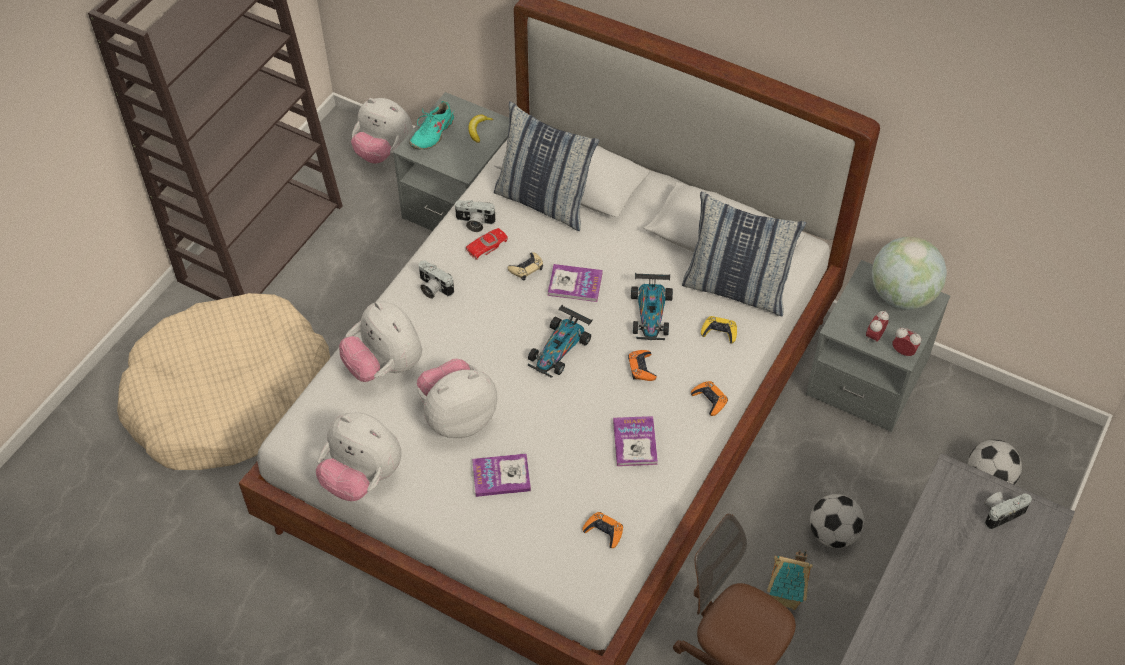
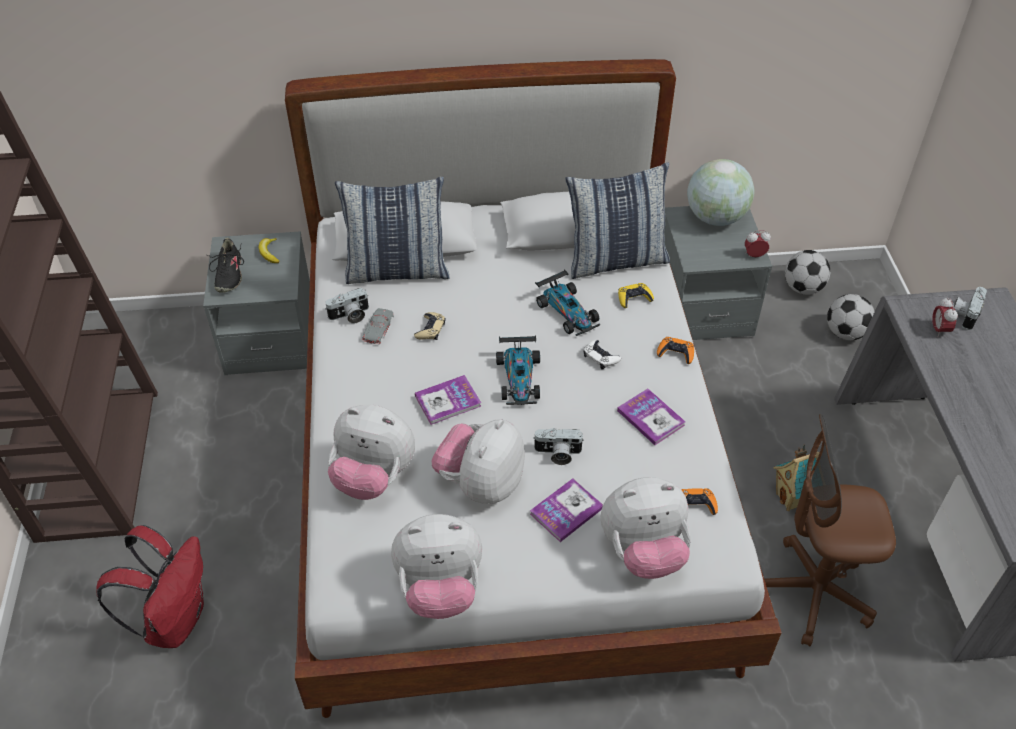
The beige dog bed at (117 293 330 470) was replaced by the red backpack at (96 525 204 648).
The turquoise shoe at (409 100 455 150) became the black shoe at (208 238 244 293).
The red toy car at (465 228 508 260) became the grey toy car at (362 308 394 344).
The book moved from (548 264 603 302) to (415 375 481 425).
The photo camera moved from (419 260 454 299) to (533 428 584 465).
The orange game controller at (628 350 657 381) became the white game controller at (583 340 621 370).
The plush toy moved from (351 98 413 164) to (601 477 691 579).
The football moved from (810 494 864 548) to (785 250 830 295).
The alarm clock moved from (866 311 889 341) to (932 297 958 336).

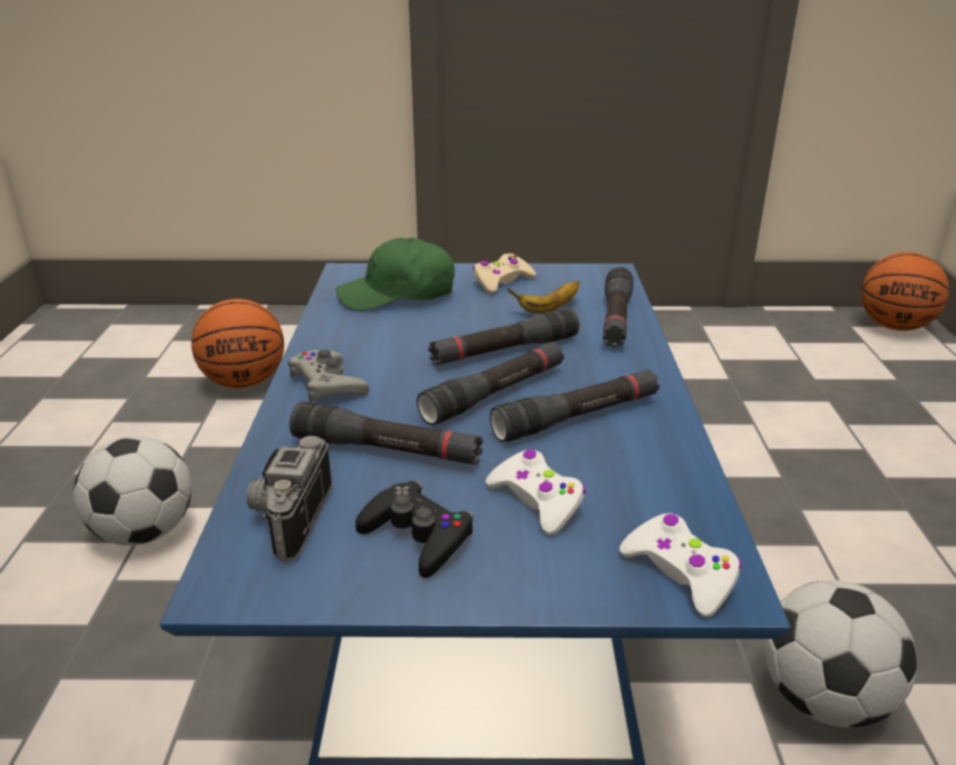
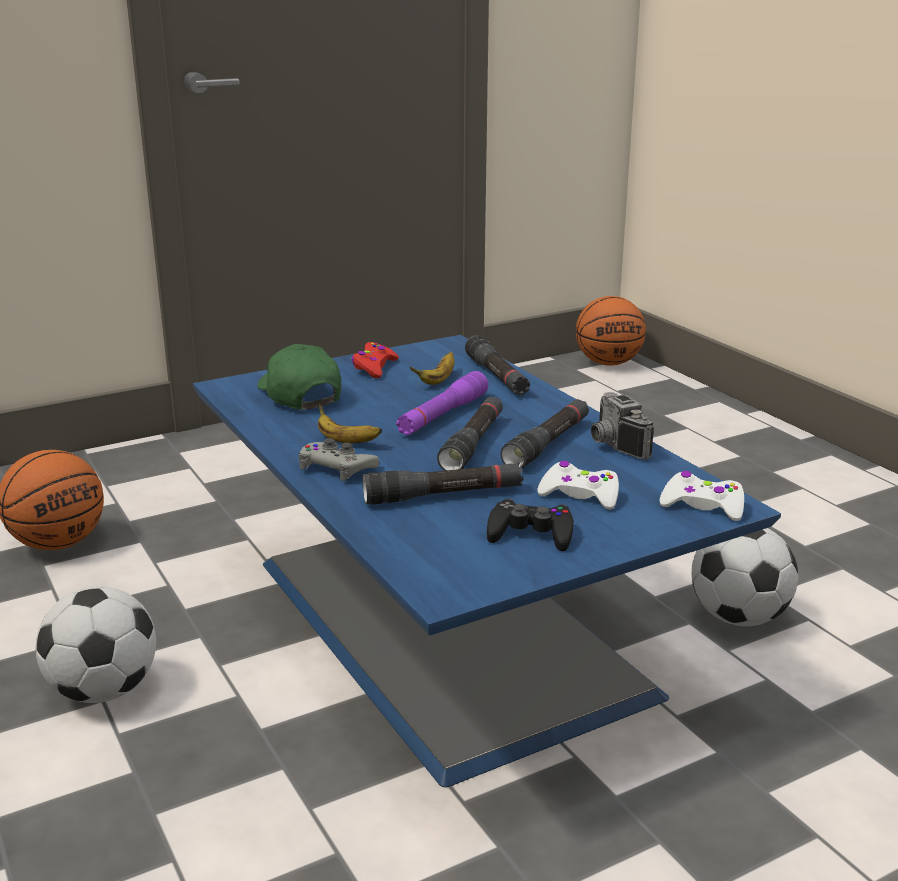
The green cap at (336 238 455 311) turned 105 degrees clockwise.
The banana at (318 404 382 444) appeared.
The beige game controller at (473 253 536 294) became the red game controller at (351 342 399 378).
The black flashlight at (428 308 579 365) became the purple flashlight at (396 371 488 435).
The photo camera moved from (246 436 333 561) to (591 392 654 460).

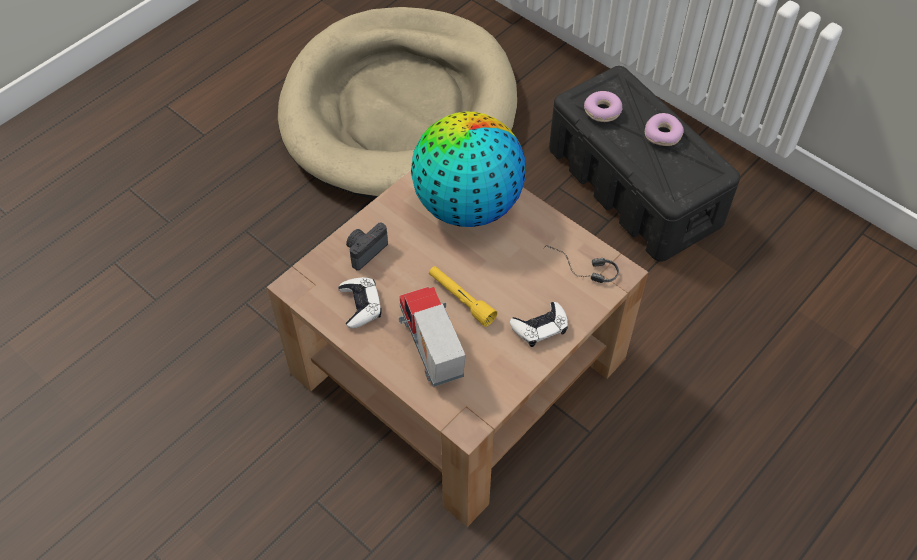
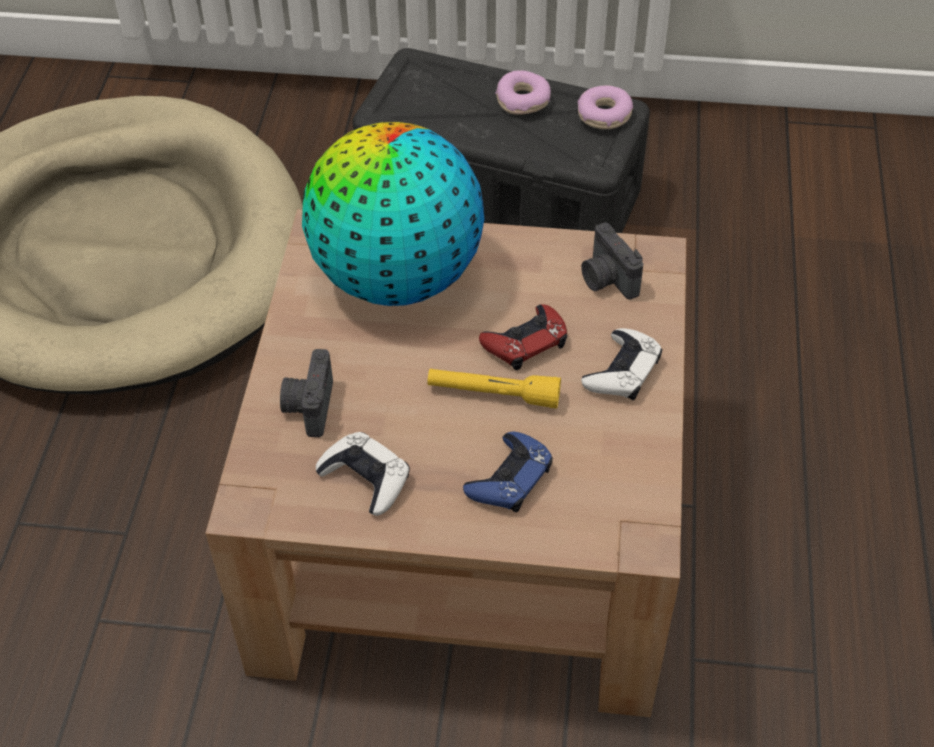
The toy truck at (399 287 466 387) was replaced by the blue game controller at (463 432 553 512).
The red game controller at (479 304 567 370) appeared.
The donut moved from (584 91 622 122) to (577 85 633 129).
The headphones at (543 245 619 283) was replaced by the photo camera at (581 223 643 300).

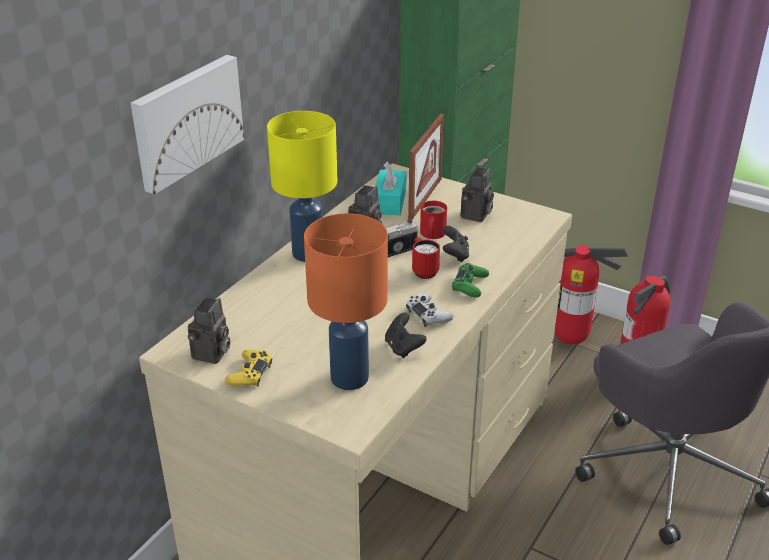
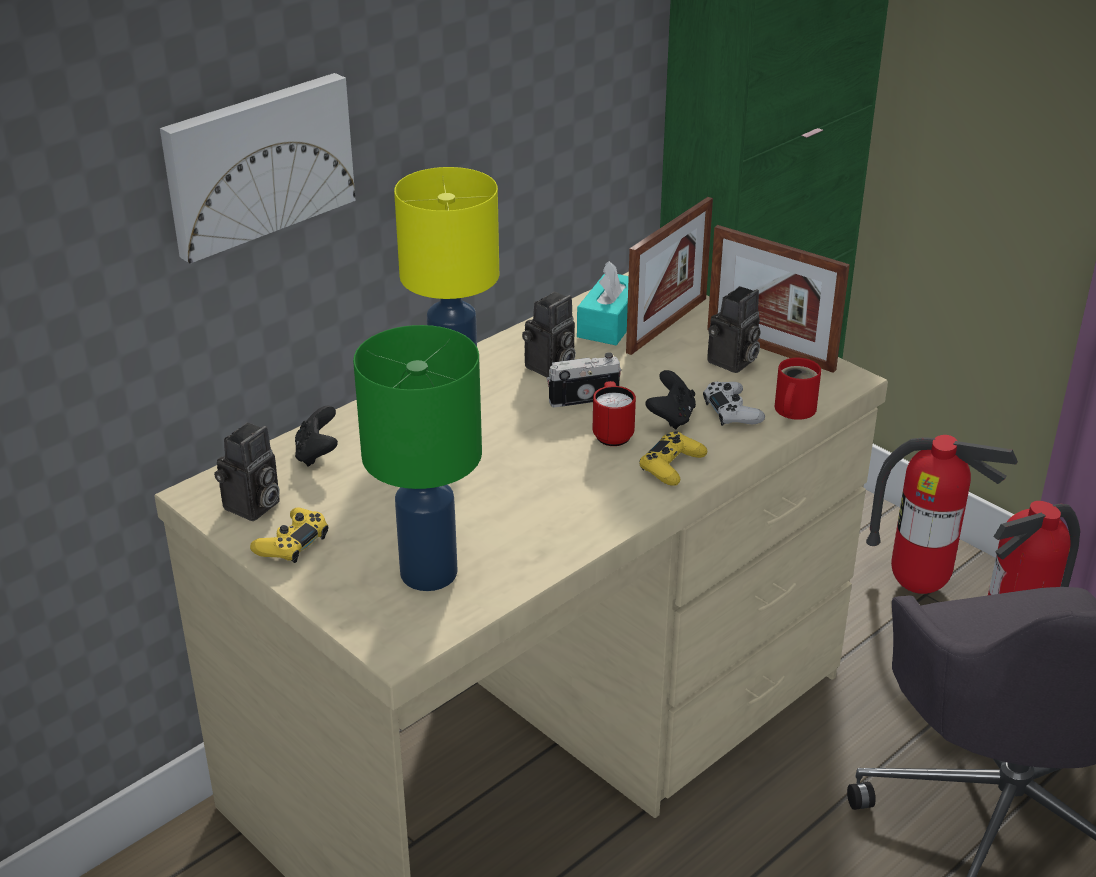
The black game controller moved from (385 313 427 358) to (295 406 338 467).
The orange table lamp at (304 213 388 390) became the green table lamp at (353 325 482 591).
The green game controller at (452 263 489 297) became the yellow game controller at (639 431 708 486).
The white game controller moved from (406 293 454 327) to (703 382 765 426).
The picture frame at (707 225 850 373) appeared.
The red mug moved from (420 201 447 239) to (775 358 821 420).

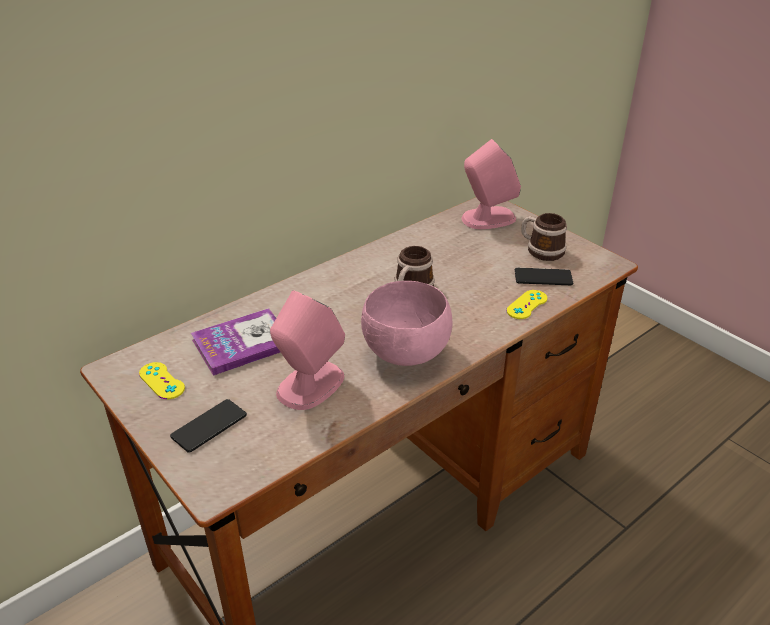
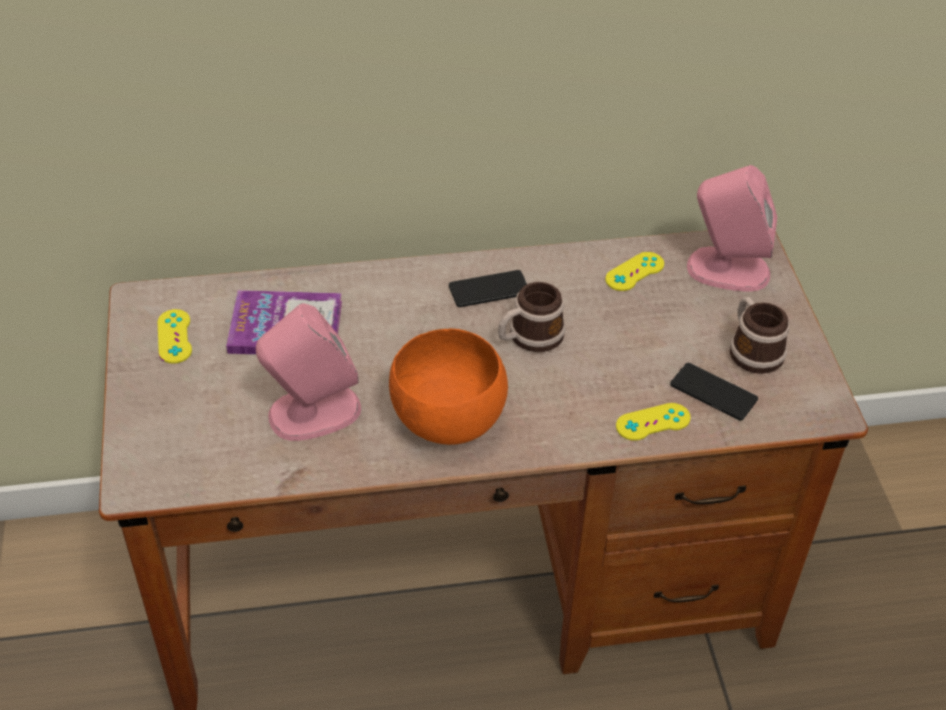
The pink bowl at (361 281 452 366) became the orange bowl at (389 329 508 445).
The phone moved from (170 399 247 453) to (449 270 527 307).
The yellow game controller at (605 252 664 291) appeared.

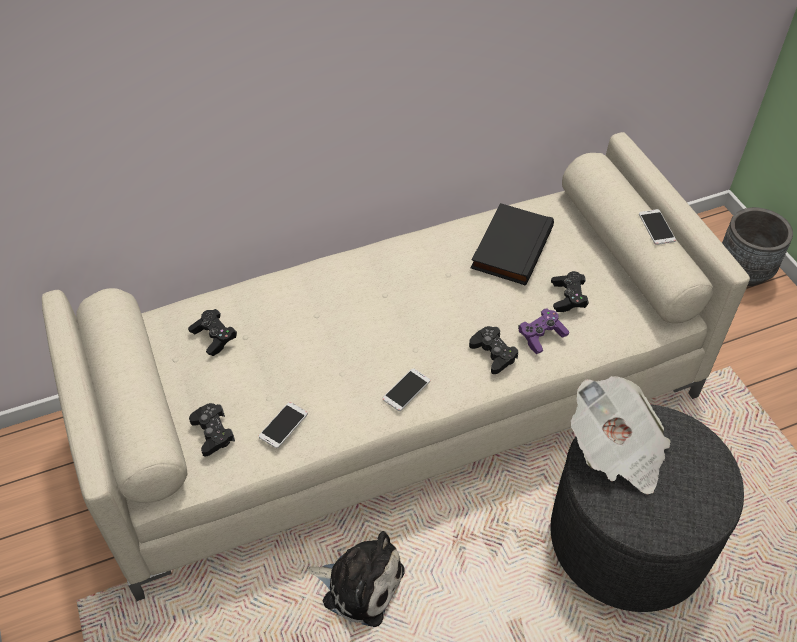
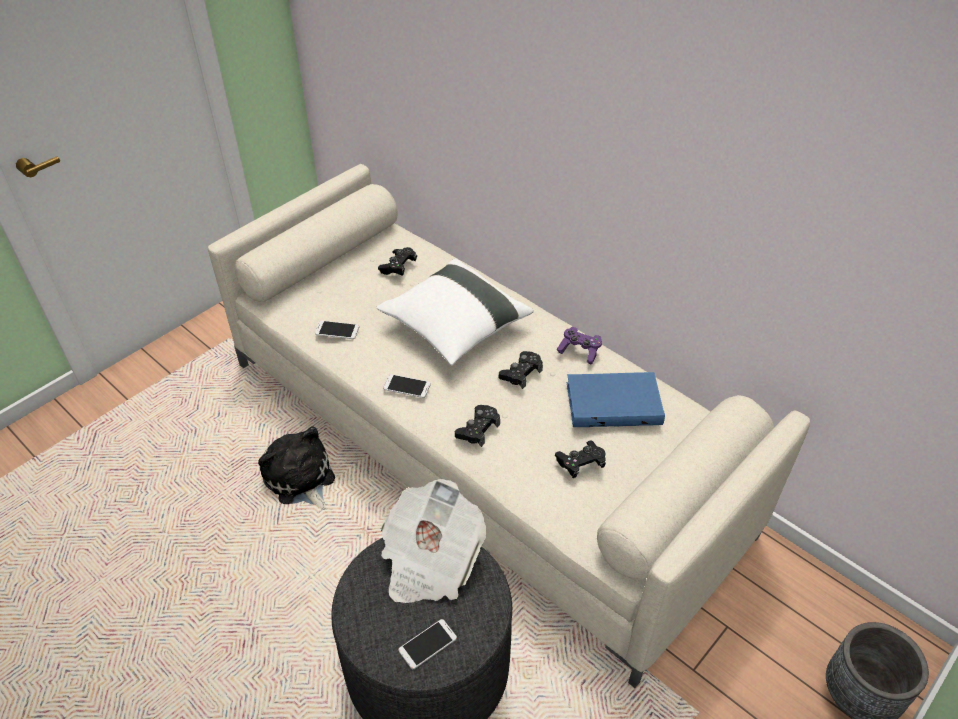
The plush toy at (307 531 405 627) turned 150 degrees clockwise.
The white pillow at (376 258 534 365) appeared.
The phone moved from (639 209 676 245) to (398 619 457 669).
The black game controller moved from (189 403 235 457) to (499 351 543 389).
The purple game controller moved from (518 308 569 354) to (557 327 602 365).
The black book at (471 203 554 285) became the blue book at (567 372 665 427).

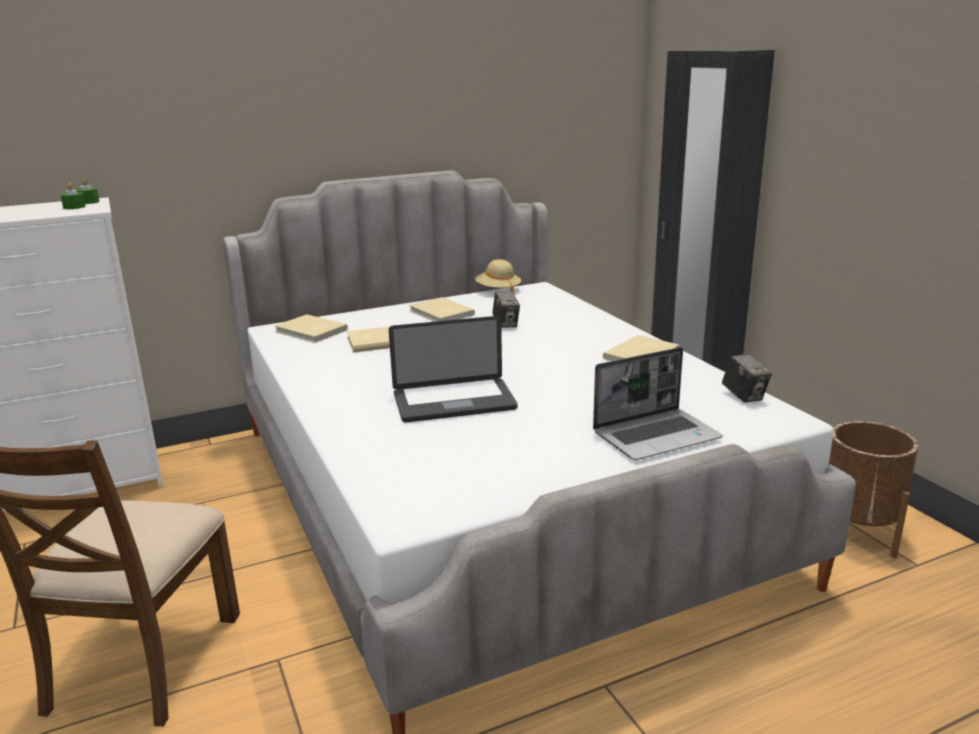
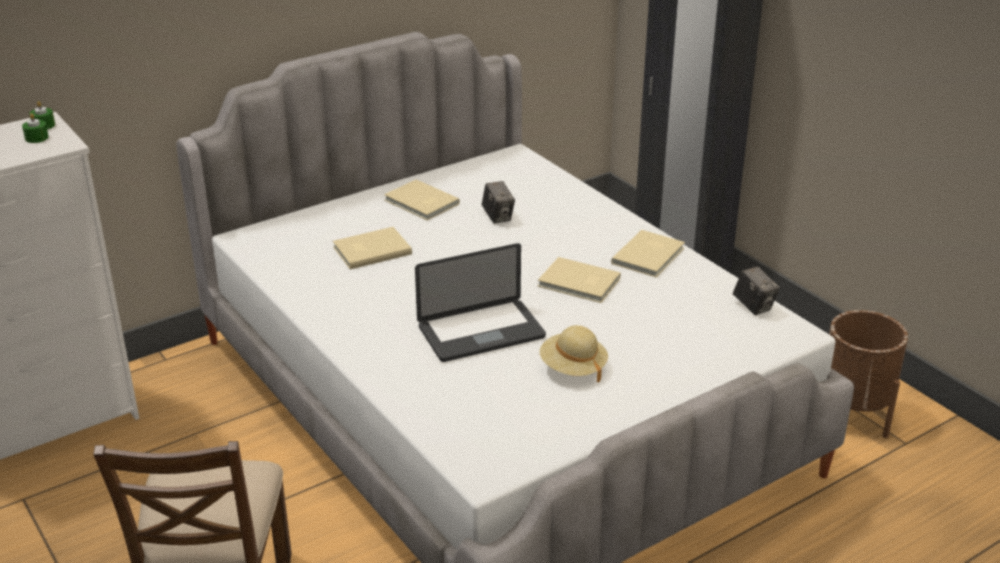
The beige book moved from (275 314 348 343) to (538 257 621 303).
The beige hat moved from (475 259 521 293) to (540 325 608 382).
The laptop at (593 347 723 460) disappeared.

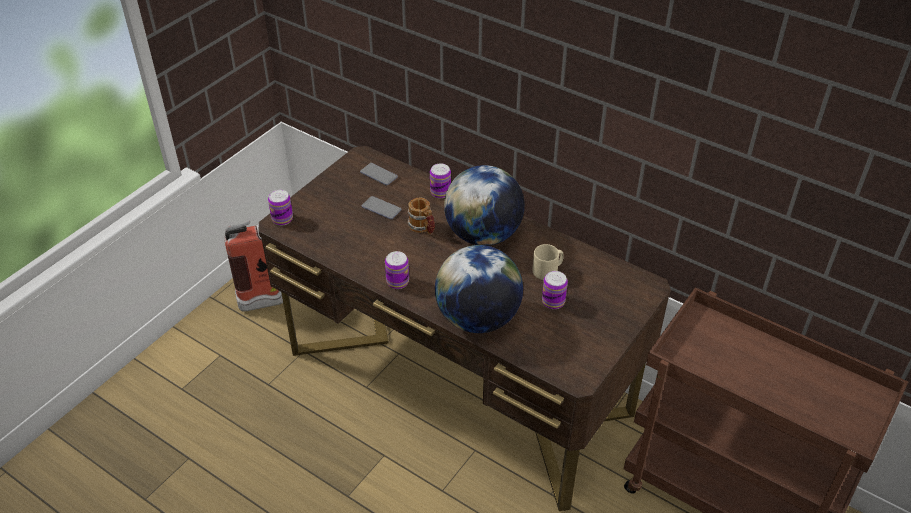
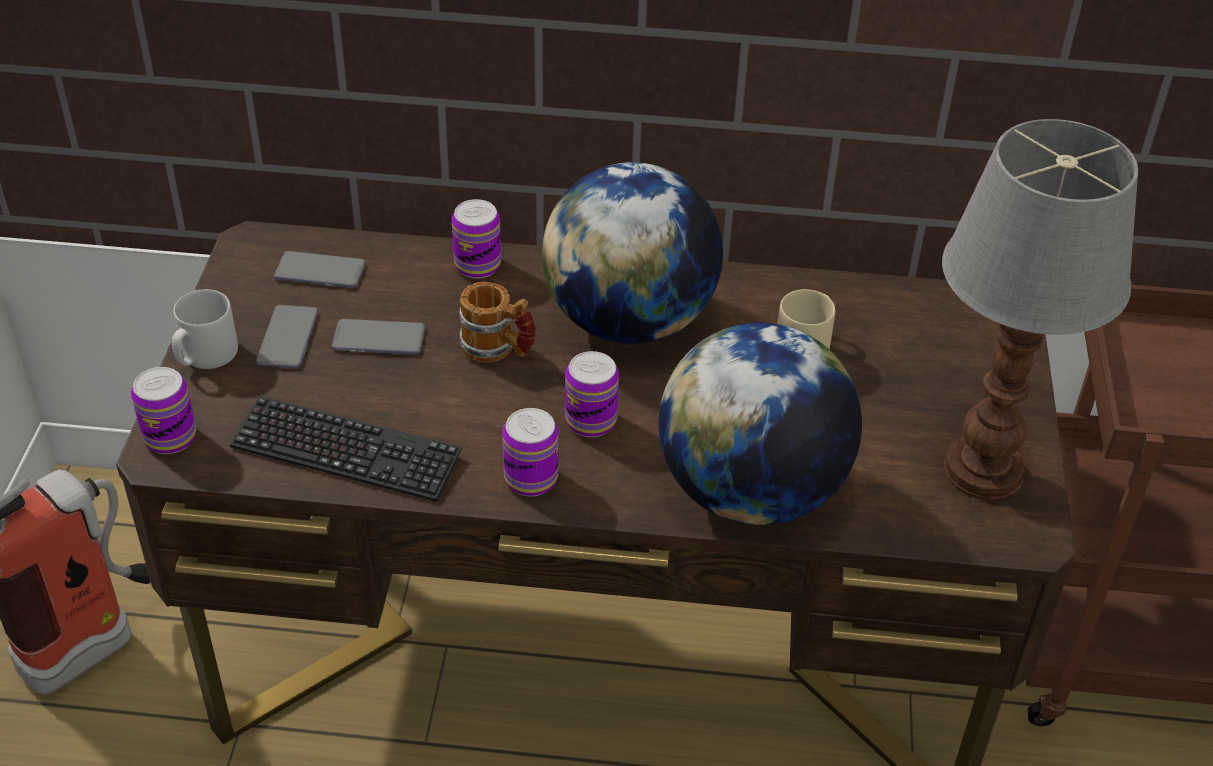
The grey mug at (172 289 238 369) appeared.
The keyboard at (230 395 462 502) appeared.
The phone at (256 305 318 368) appeared.
The can moved from (542 271 568 309) to (565 351 619 437).
The table lamp at (942 119 1138 500) appeared.

